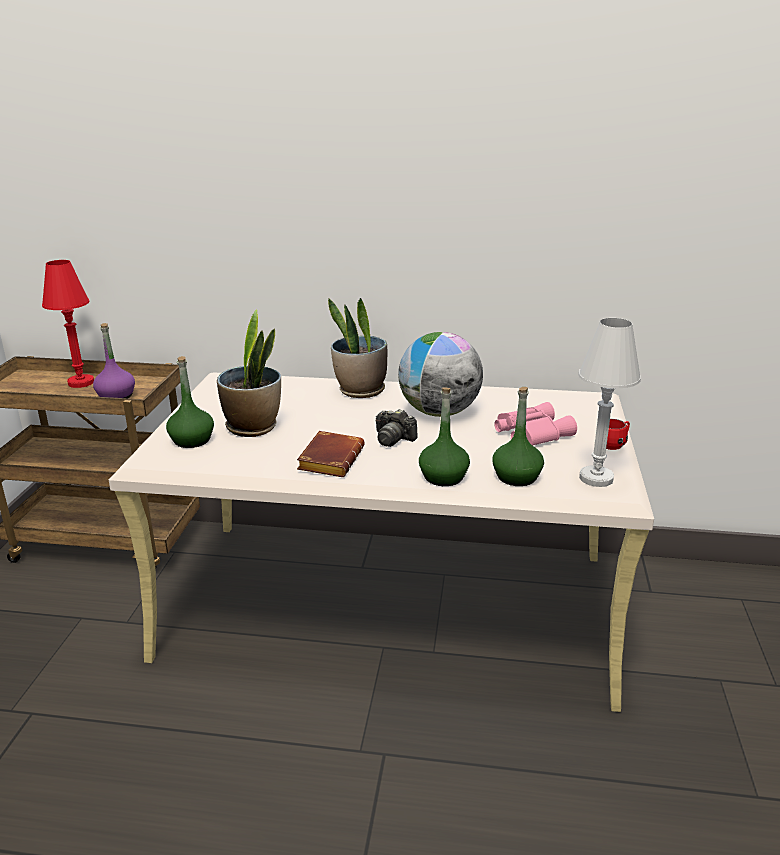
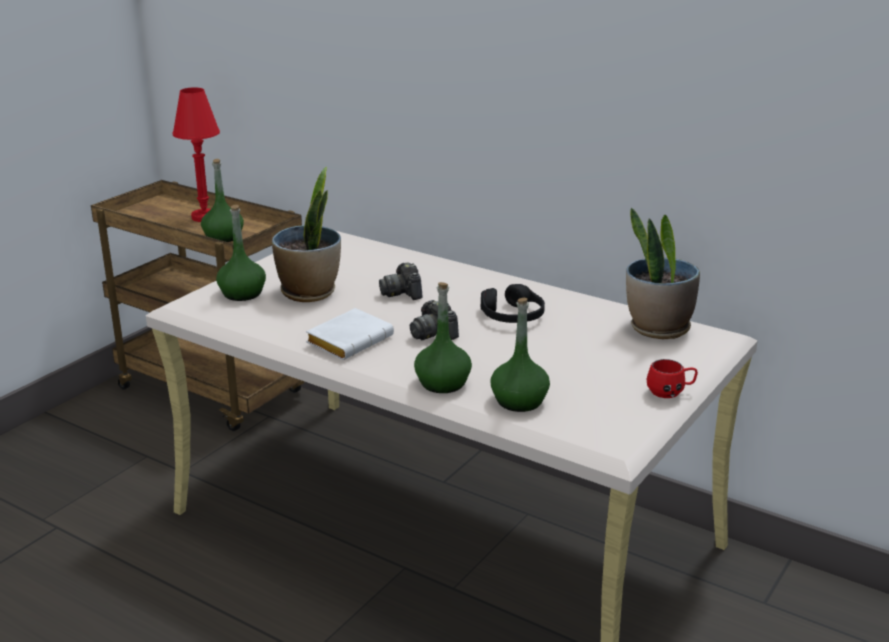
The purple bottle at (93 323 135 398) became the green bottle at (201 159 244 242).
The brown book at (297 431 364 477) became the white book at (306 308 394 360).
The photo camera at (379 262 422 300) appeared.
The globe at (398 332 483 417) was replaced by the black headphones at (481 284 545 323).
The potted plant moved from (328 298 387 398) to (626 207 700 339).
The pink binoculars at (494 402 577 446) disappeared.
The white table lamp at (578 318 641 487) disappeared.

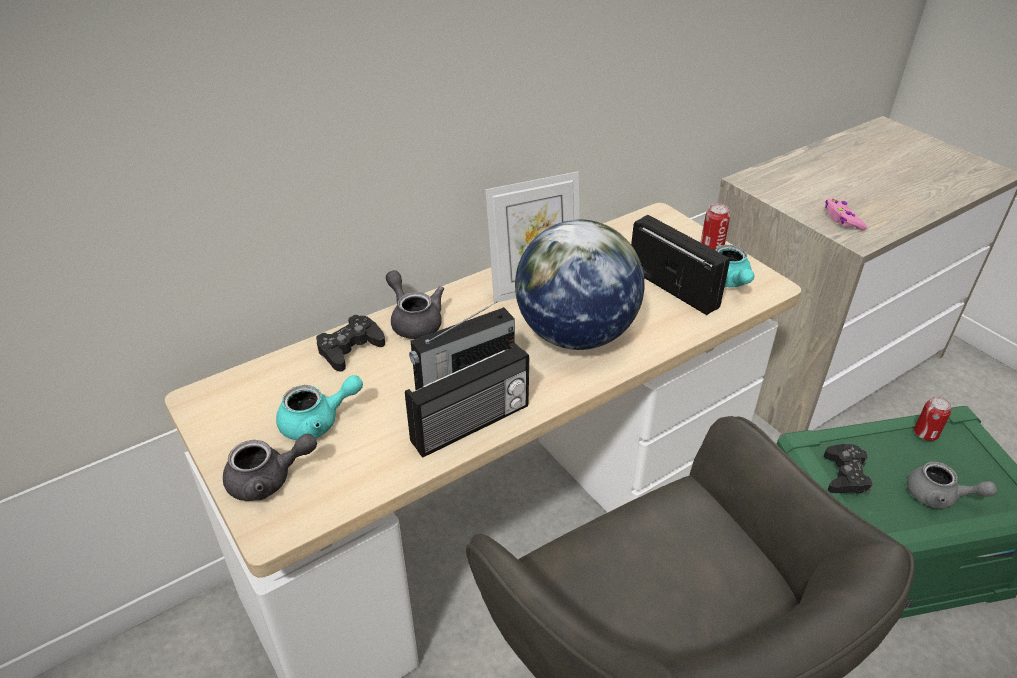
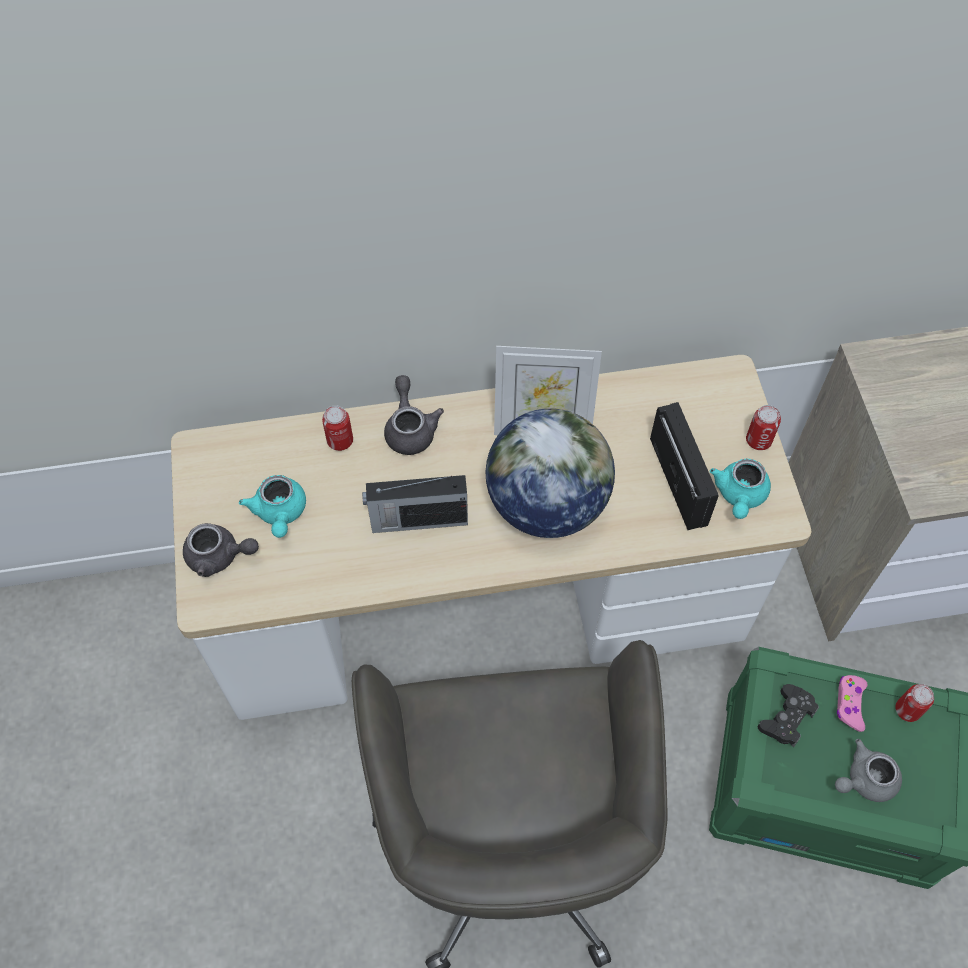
The turquoise teapot at (276 375 363 440) turned 75 degrees clockwise.
The black game controller at (316 315 385 372) was replaced by the can at (322 405 353 451).
The grey teapot at (907 462 997 509) turned 105 degrees clockwise.
The pink game controller moved from (825 199 867 231) to (837 675 868 732).
The radio at (405 342 529 458) disappeared.

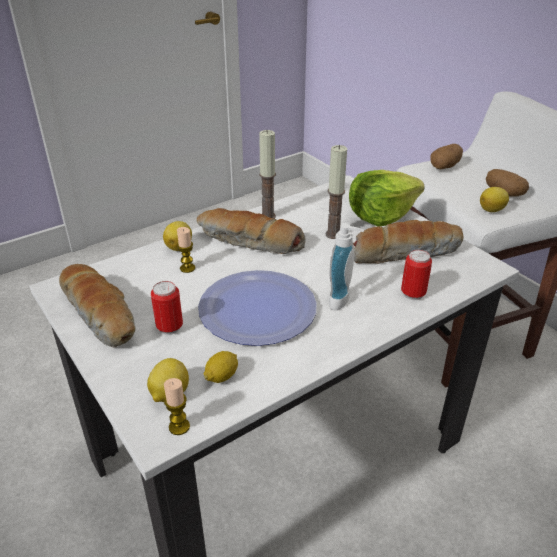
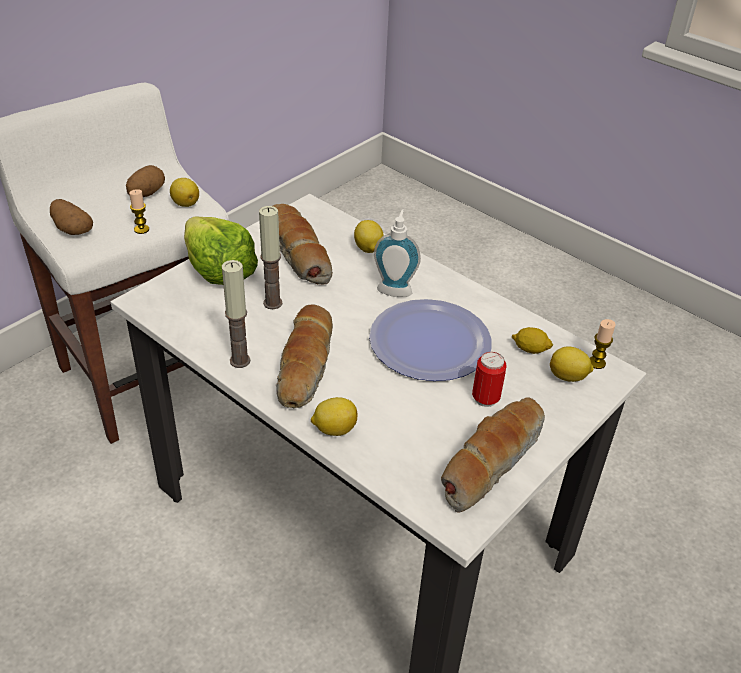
The candle moved from (177 227 195 273) to (129 189 149 234).
The can at (401 250 432 300) was replaced by the lemon at (354 220 384 253).

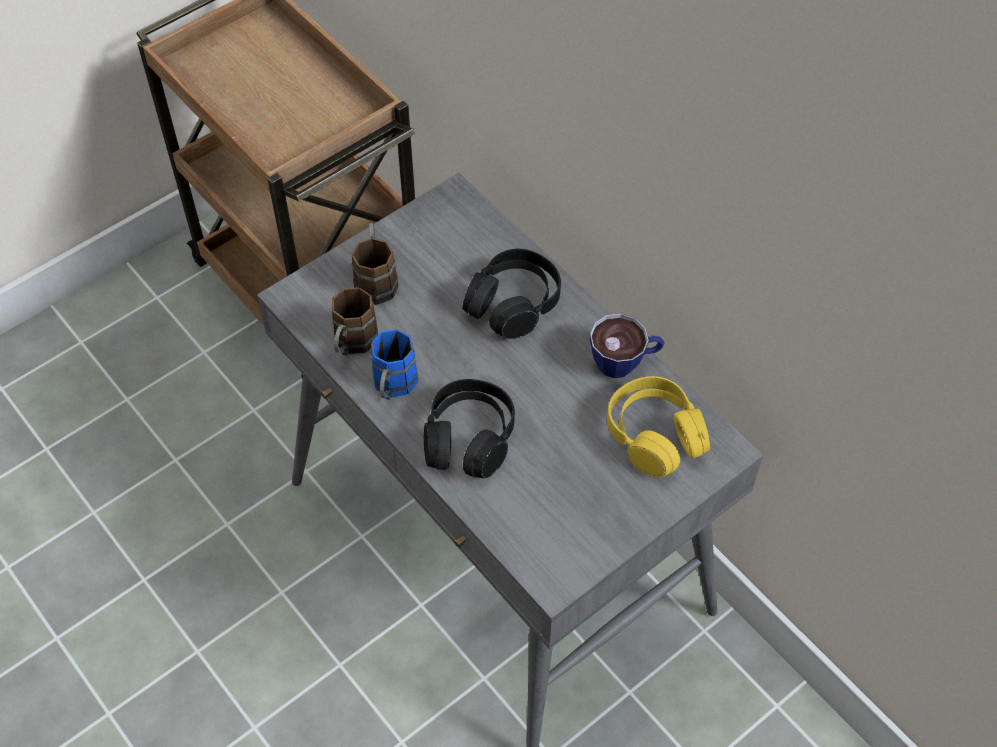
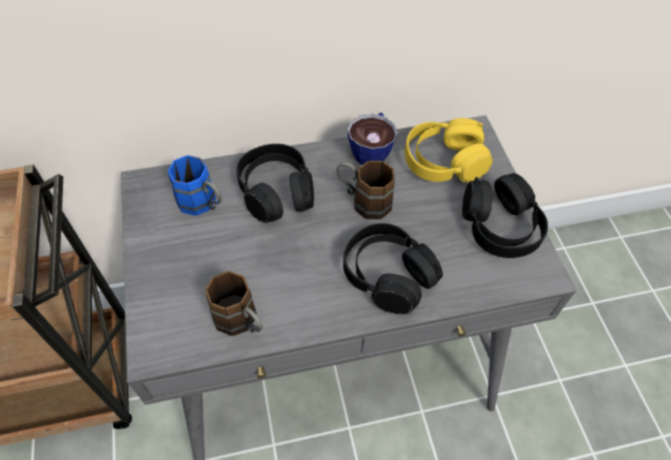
The blue mug moved from (371 329 418 400) to (168 155 222 216).
The brown mug moved from (351 223 398 305) to (336 161 395 219).
The black headphones at (462 173 548 258) appeared.

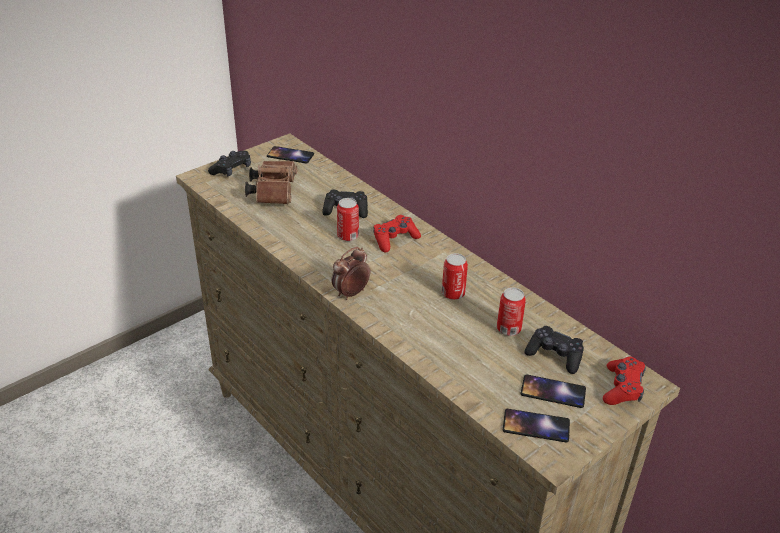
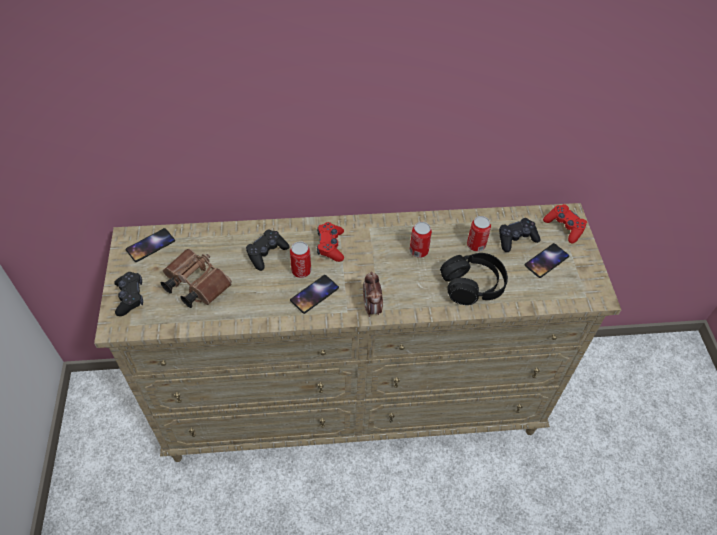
The phone moved from (503 409 570 442) to (290 275 339 314).
The black headphones at (440 253 508 305) appeared.

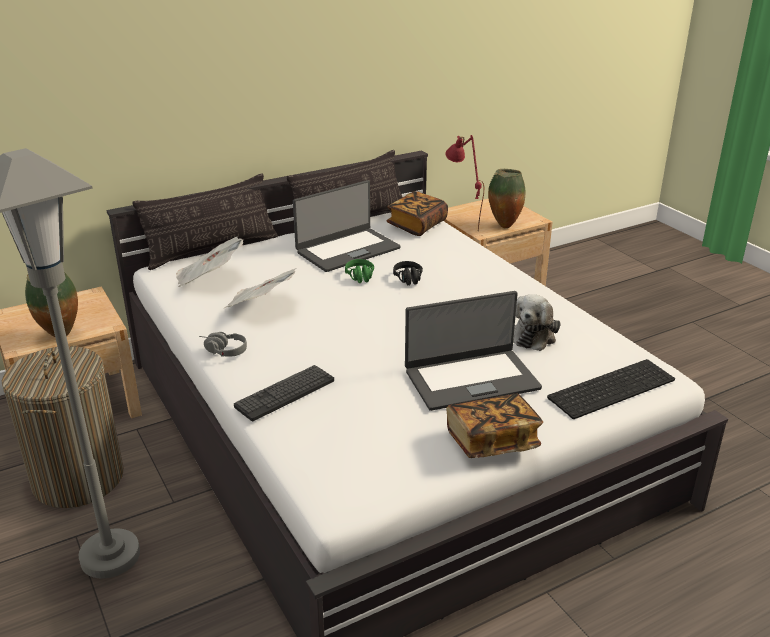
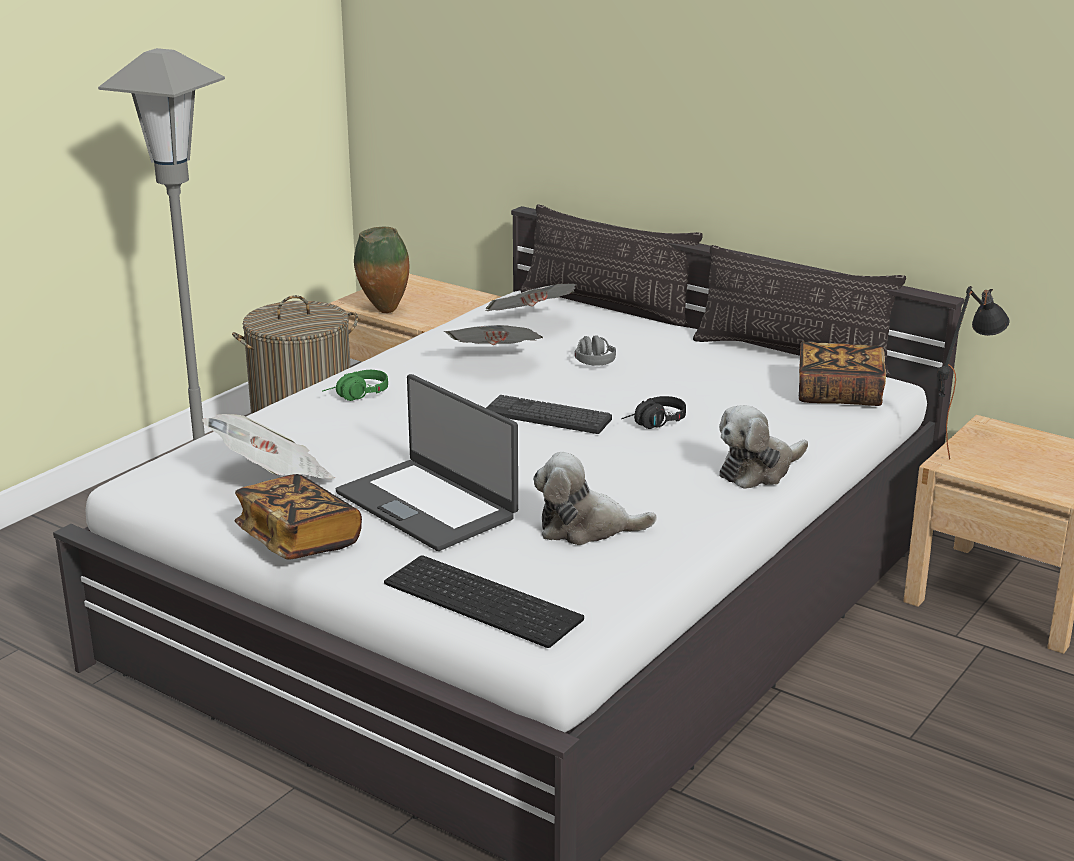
The newspaper at (202 414 335 479) appeared.
The green headphones moved from (345 259 374 283) to (322 370 388 401).
The keyboard moved from (234 365 334 421) to (486 395 612 434).
The grey headphones moved from (199 332 247 357) to (574 335 616 366).
The plush toy at (719 405 808 489) appeared.
The red table lamp at (445 135 484 230) became the black table lamp at (937 286 1010 460).
The laptop at (293 180 401 272) disappeared.
The vase at (488 169 525 228) disappeared.

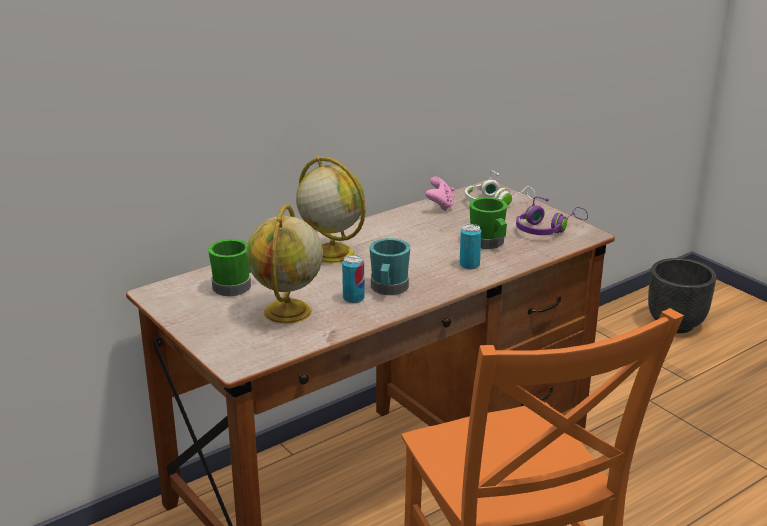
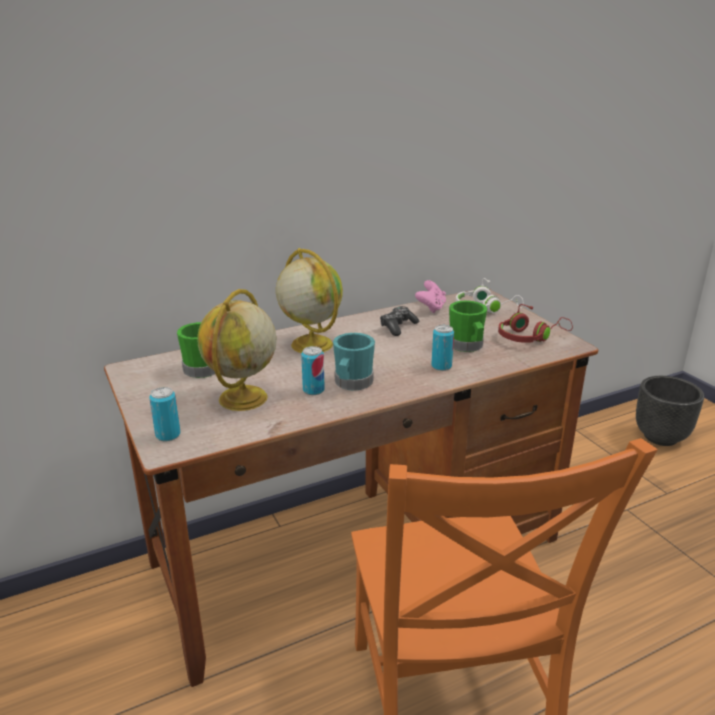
The can at (149 387 180 442) appeared.
The game controller at (380 306 419 336) appeared.
The purple headphones at (516 196 588 235) became the red headphones at (498 304 573 343).

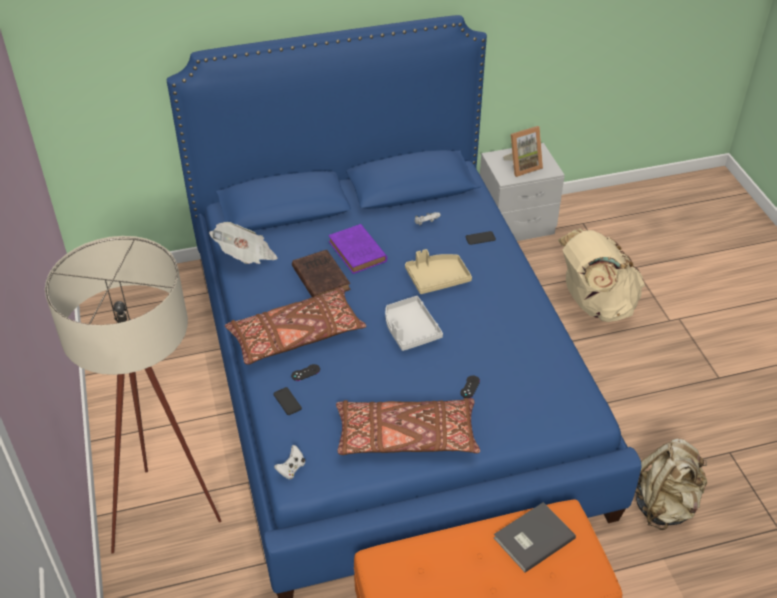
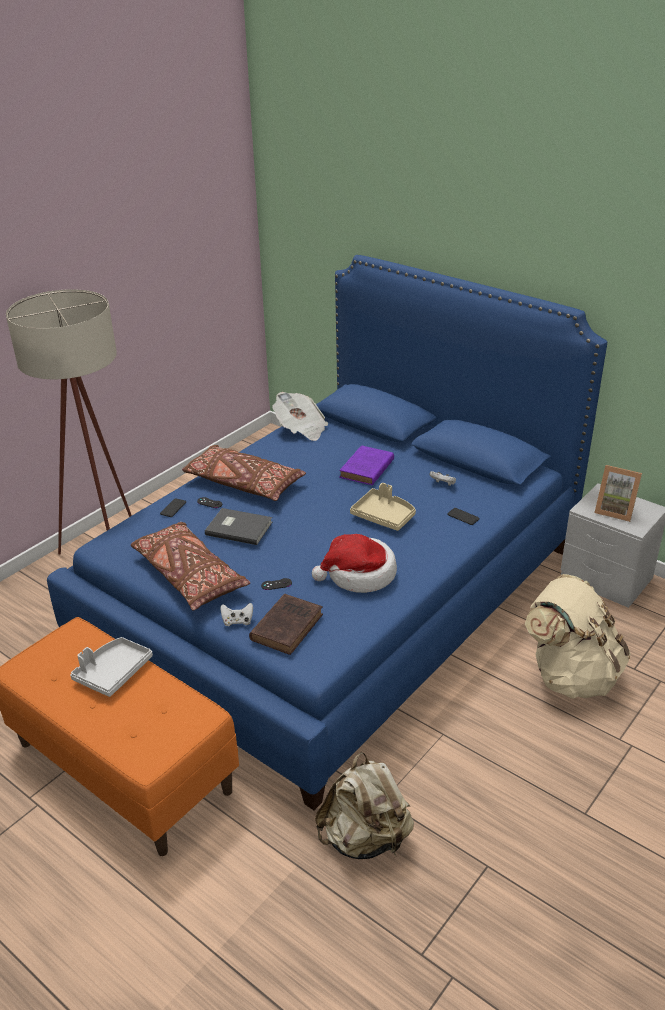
The grey tray moved from (385 296 443 351) to (70 637 153 697).
The grey book moved from (494 502 576 573) to (205 508 272 545).
The white game controller moved from (274 445 305 479) to (220 603 253 626).
The brown book moved from (292 250 351 297) to (249 594 323 655).
The hat at (312 534 397 593) appeared.

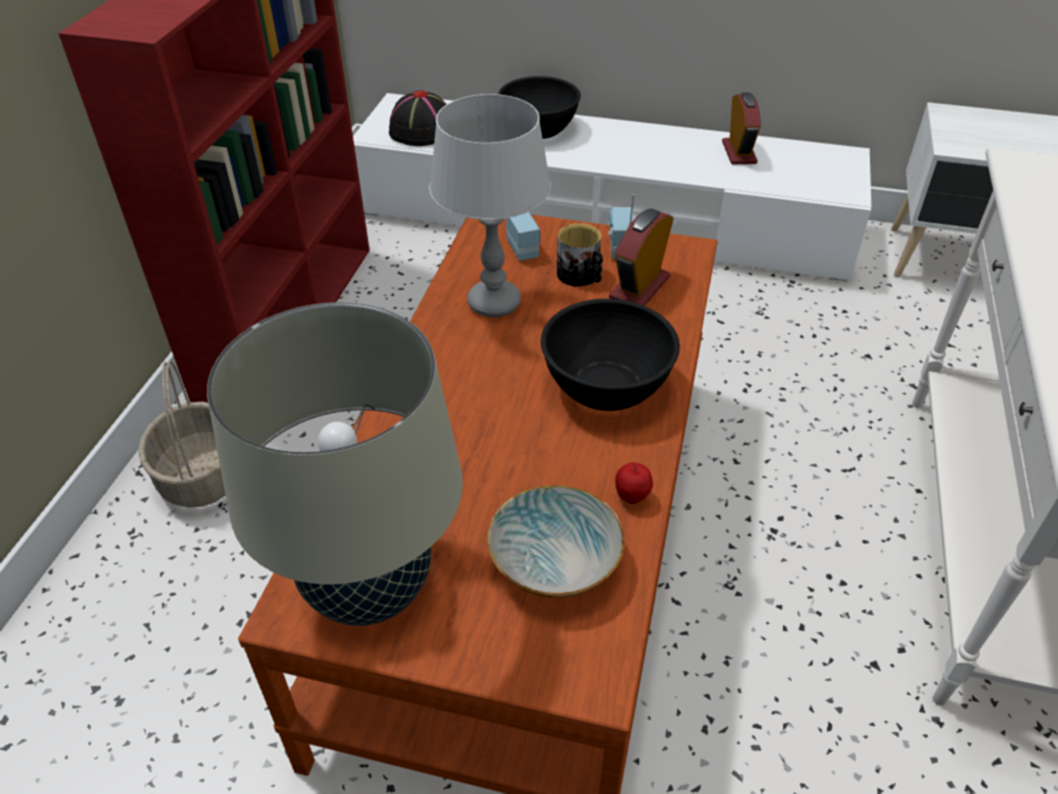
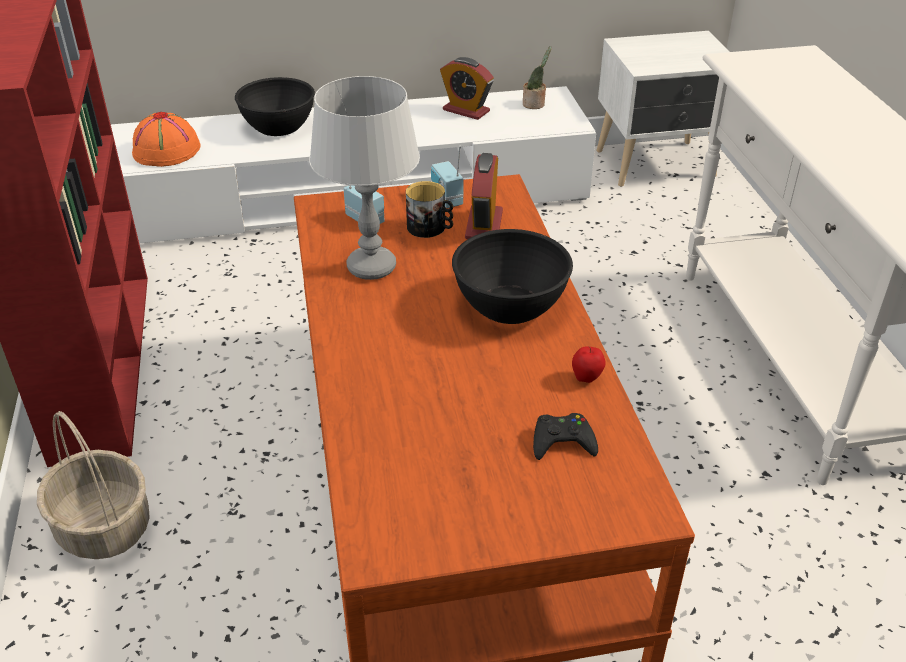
The black hat at (389 90 447 146) became the orange hat at (132 112 201 167).
The alarm clock at (722 92 761 165) turned 150 degrees clockwise.
The potted plant at (523 46 551 109) appeared.
The bowl at (487 485 625 598) was replaced by the black game controller at (533 413 598 460).
The beige table lamp at (207 302 463 626) disappeared.

